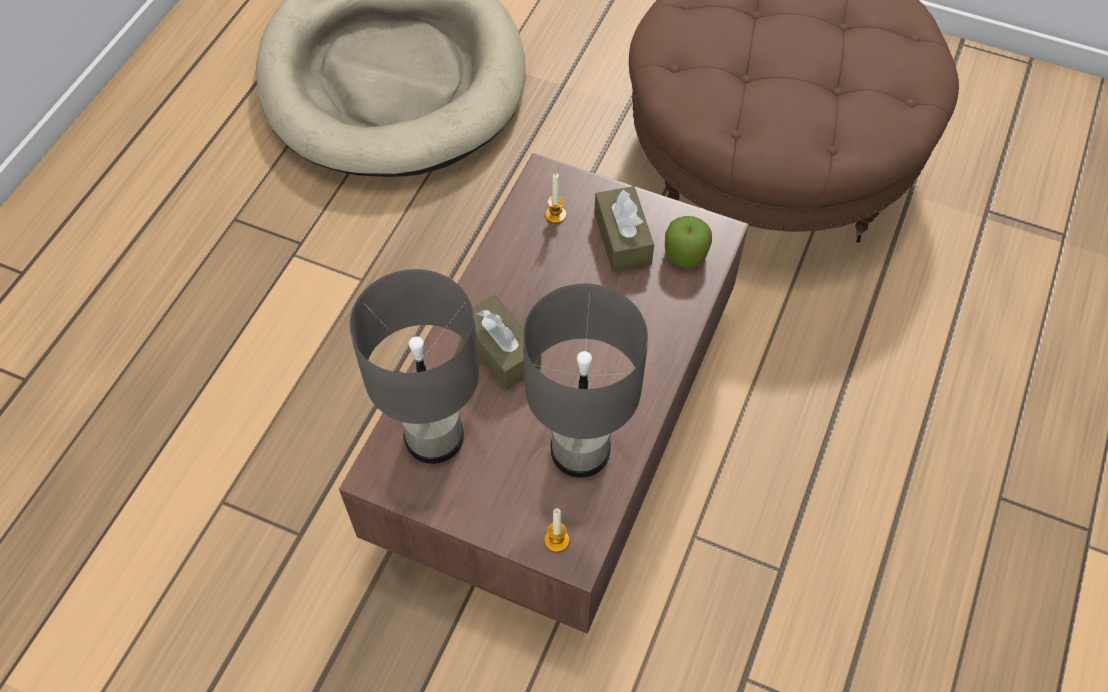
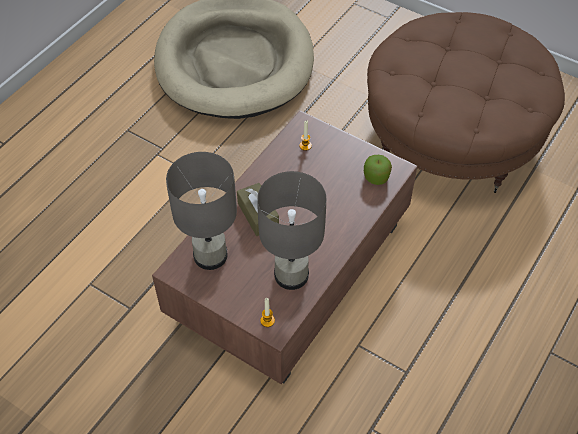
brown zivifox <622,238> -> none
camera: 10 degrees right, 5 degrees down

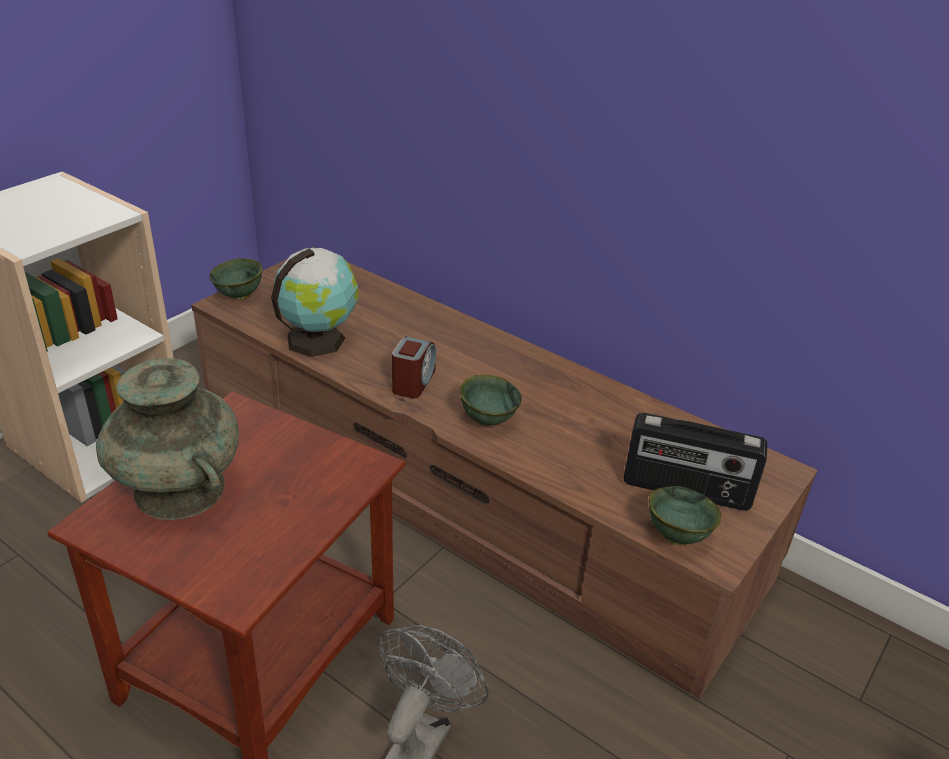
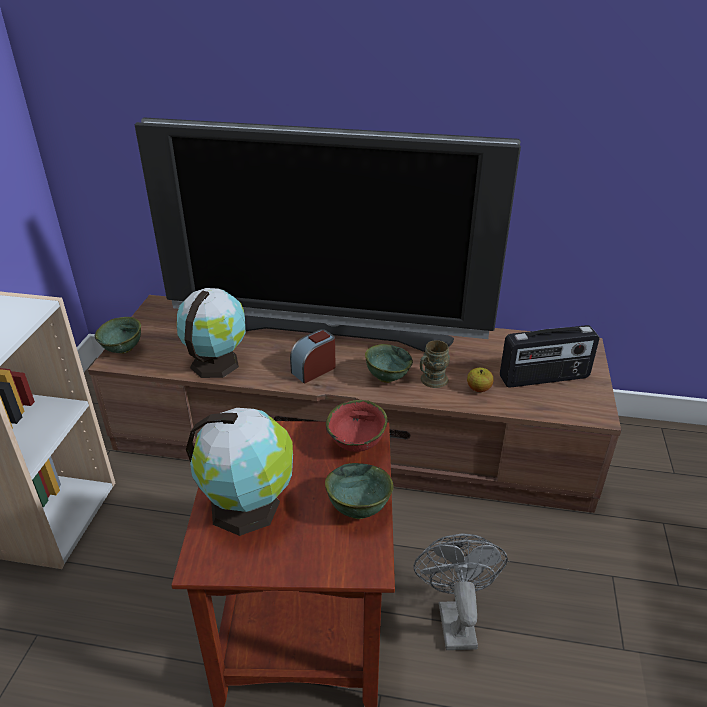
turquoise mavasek <180,489> -> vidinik <248,507>
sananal <413,382> -> sananal <314,369>, 120 degrees counterclockwise
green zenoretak <675,535> -> green zenoretak <357,509>, shifted
none -> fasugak <332,333>
none -> red zenoretak <358,445>
none -> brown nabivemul <430,381>
none -> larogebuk <478,389>
camera: 25 degrees left, 0 degrees up

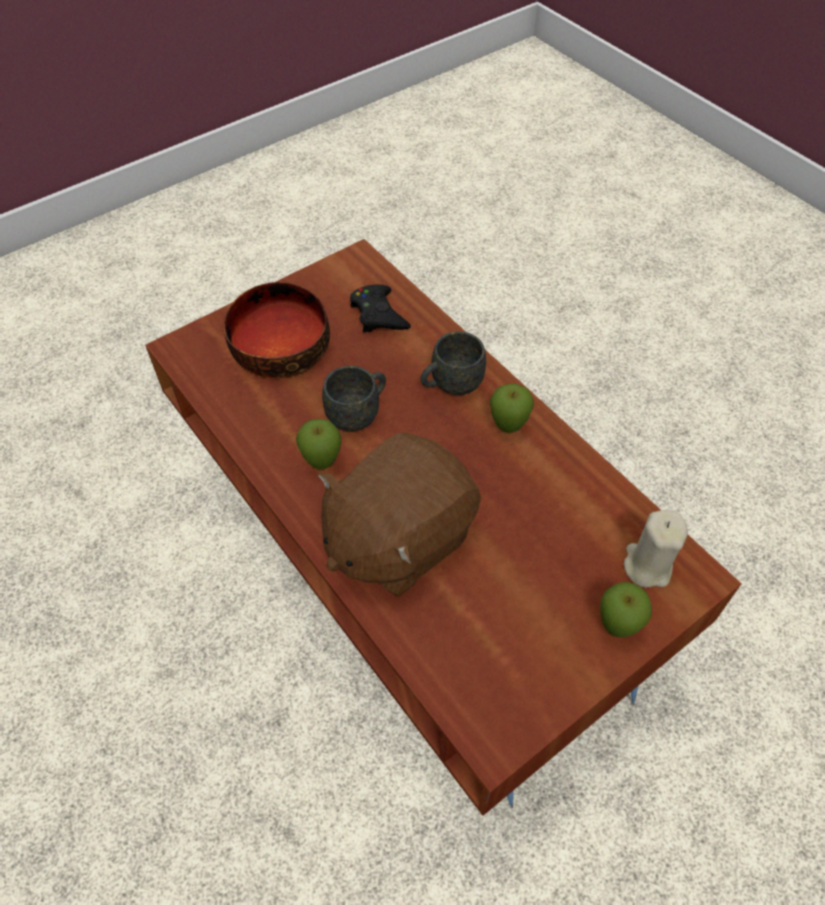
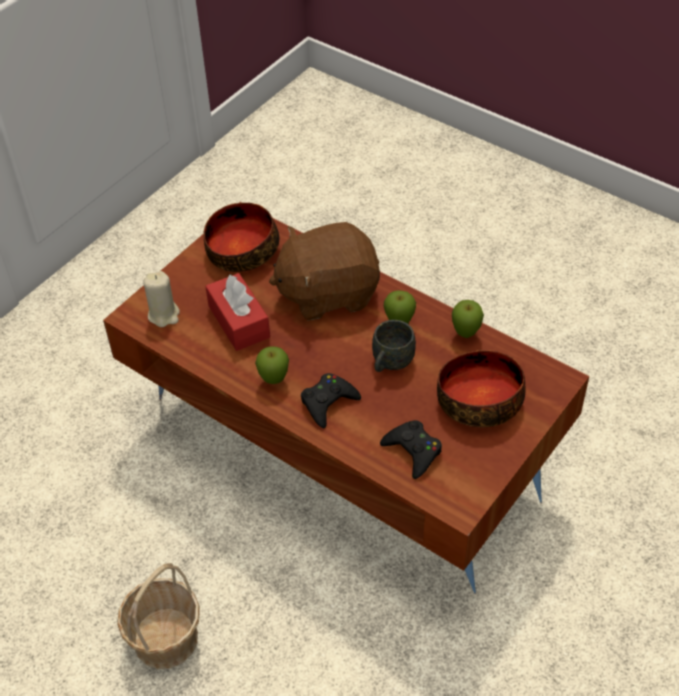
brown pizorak <398,538> -> brown pizorak <328,293>, 135 degrees counterclockwise
grey nabivemul <450,385> -> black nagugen <328,403>
larogebuk <616,626> -> larogebuk <465,334>, shifted
none -> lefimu <165,639>
none -> zenoretak <242,249>
none -> red zivifox <239,321>
camera: 165 degrees right, 5 degrees down

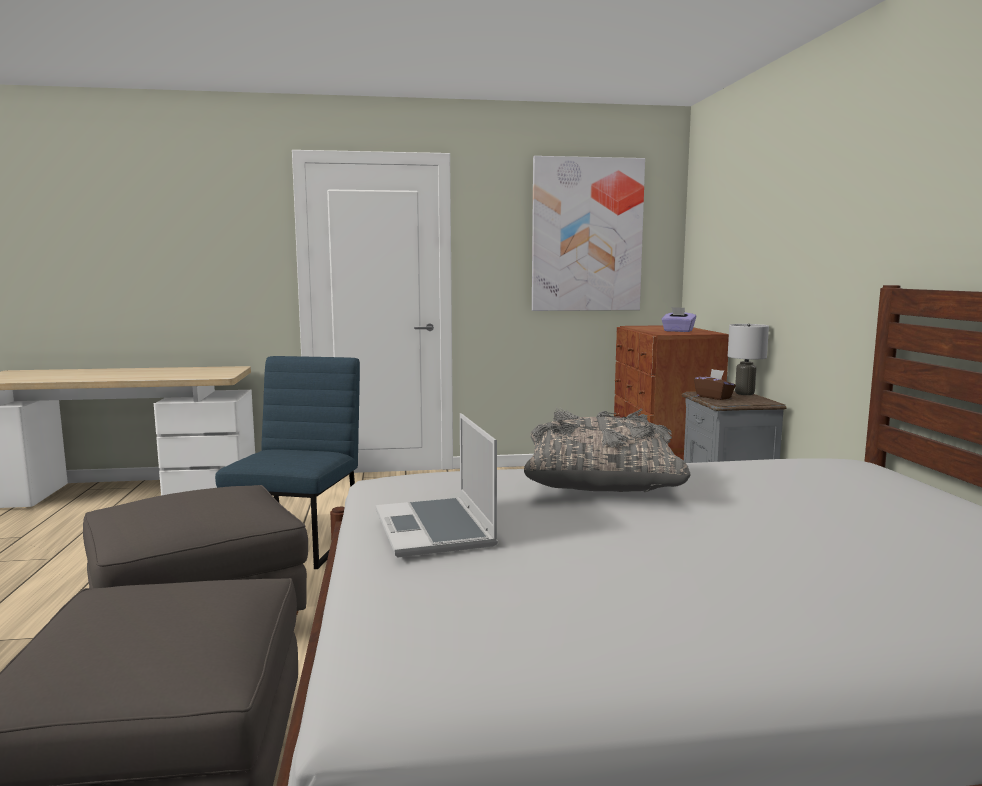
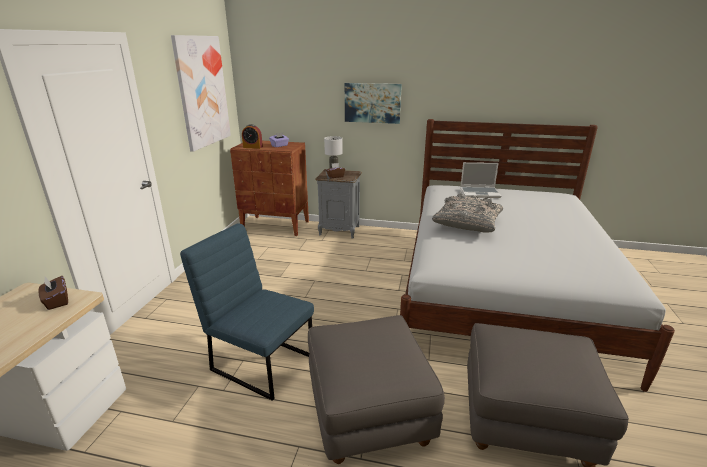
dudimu <436,530> -> dudimu <480,193>, shifted
none -> brown zivifox <57,301>
none -> sananal <253,147>
none -> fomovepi <372,103>
camera: 70 degrees left, 15 degrees up

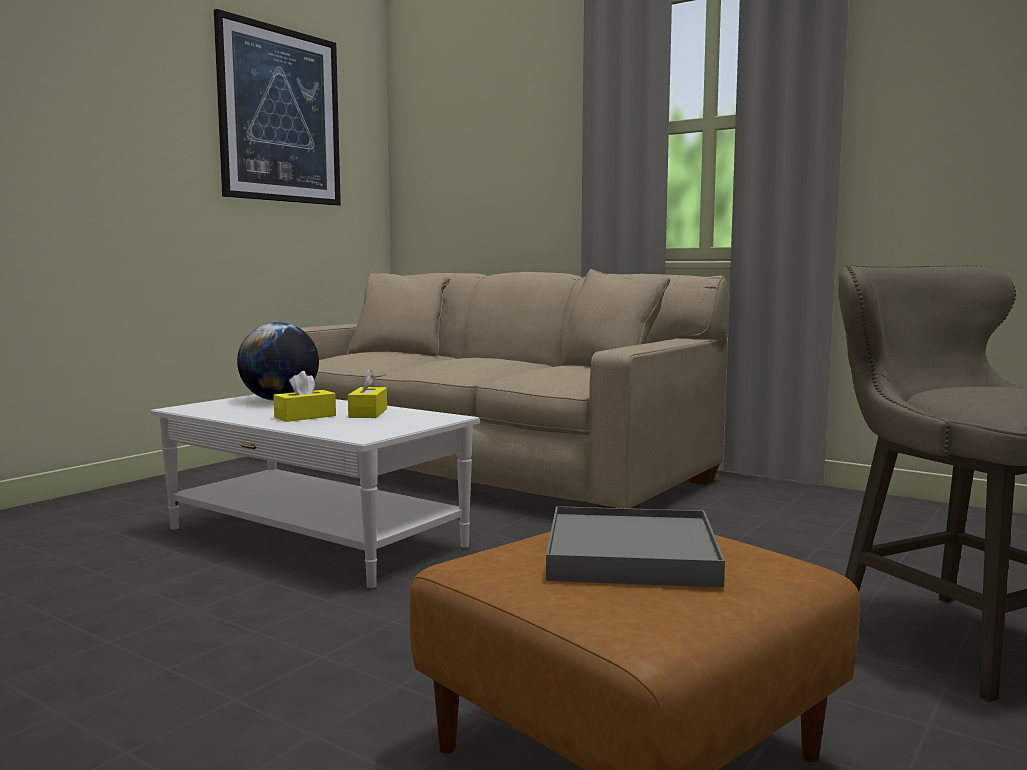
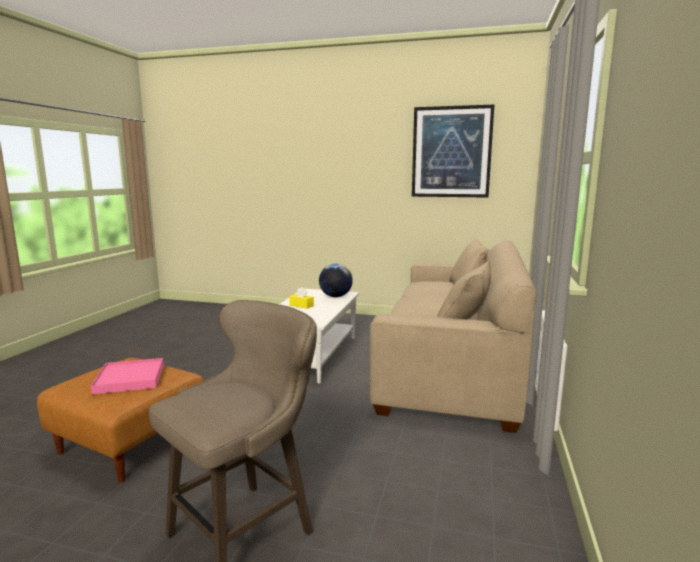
yellow zivifox <368,413> -> none
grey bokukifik <631,555> -> pink bokukifik <130,379>
camera: 70 degrees right, 5 degrees up

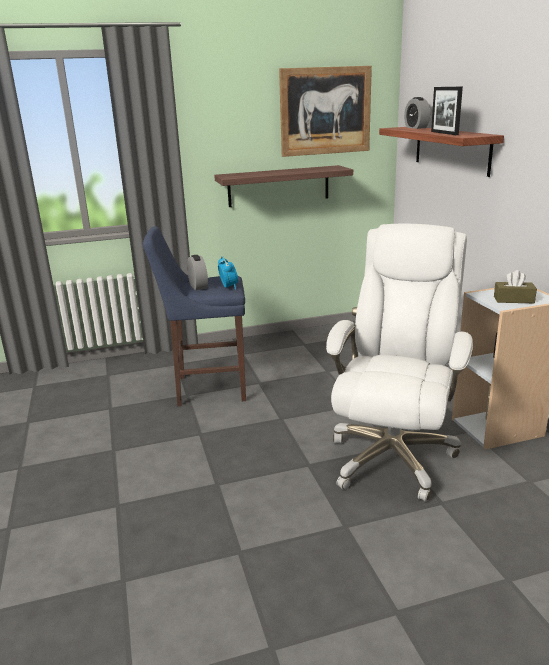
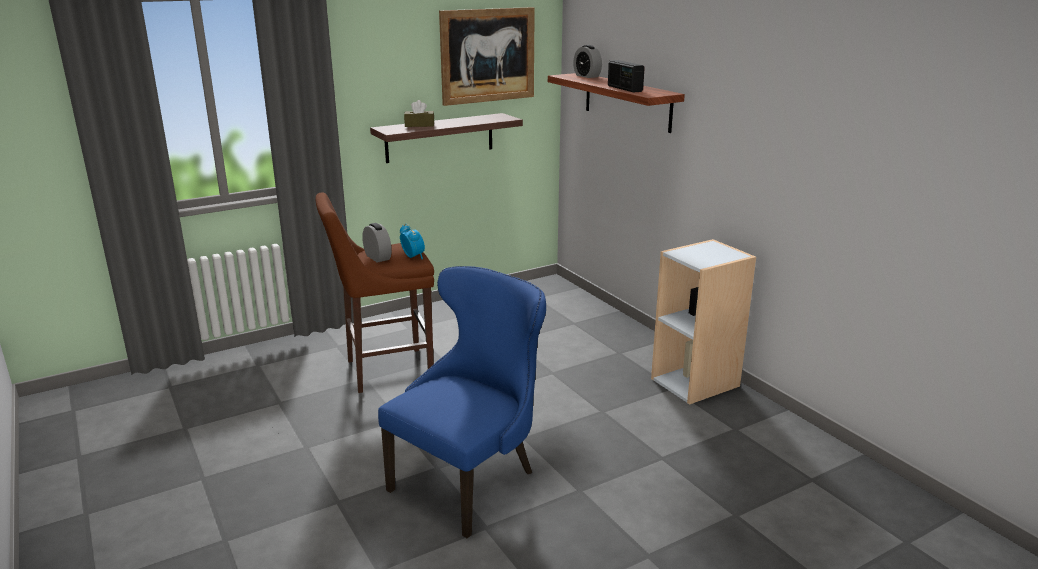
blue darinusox <207,388> -> brown darinusox <384,370>
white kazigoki <394,456> -> none
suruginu <444,133> -> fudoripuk <624,88>
brown zivifox <513,299> -> brown zivifox <419,125>, shifted
none -> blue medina <470,481>
camera: 15 degrees left, 0 degrees up

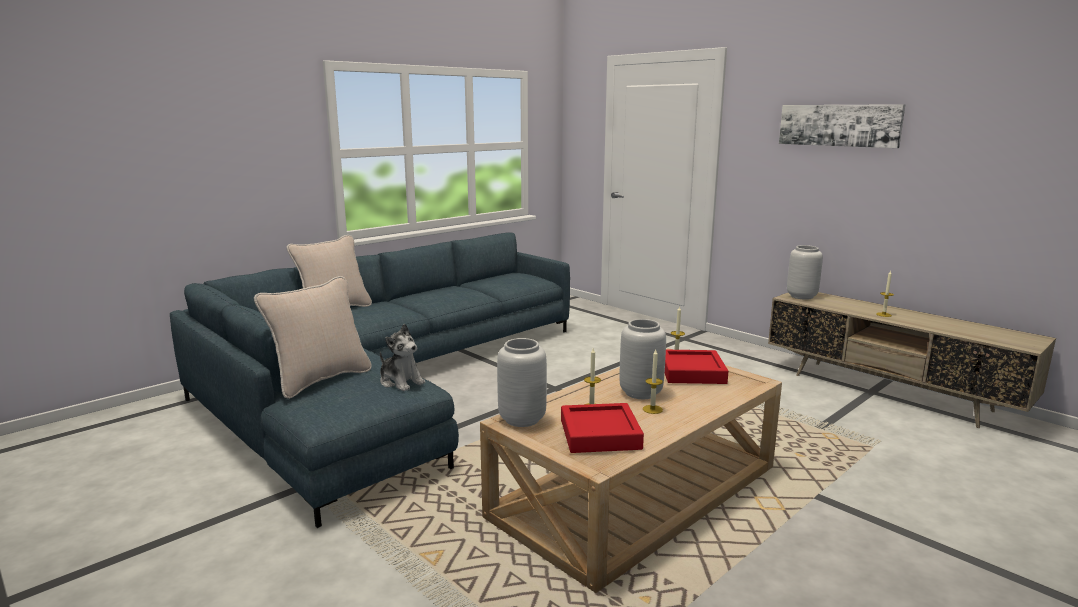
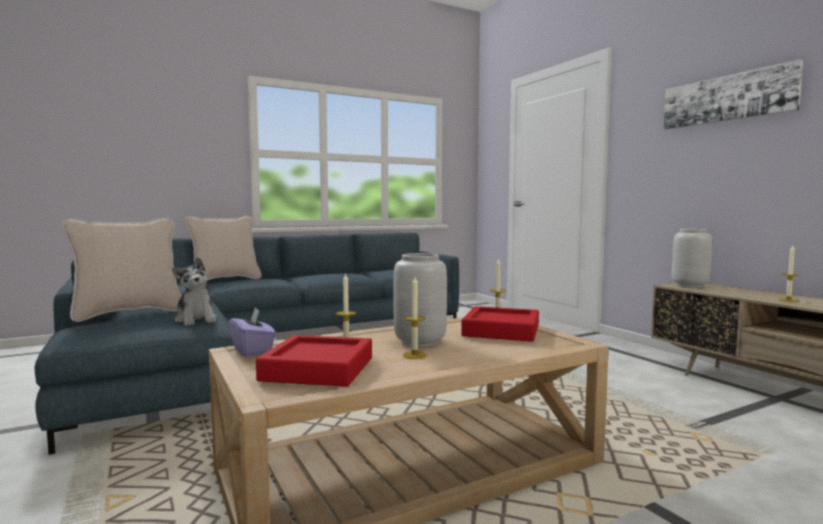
grey mavasek <521,419> -> purple zivifox <253,350>
camera: 15 degrees right, 10 degrees down

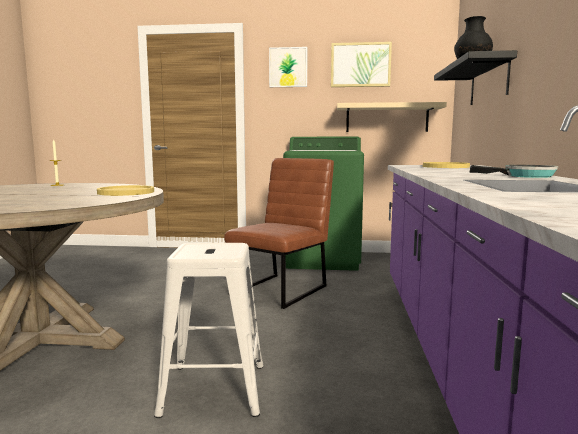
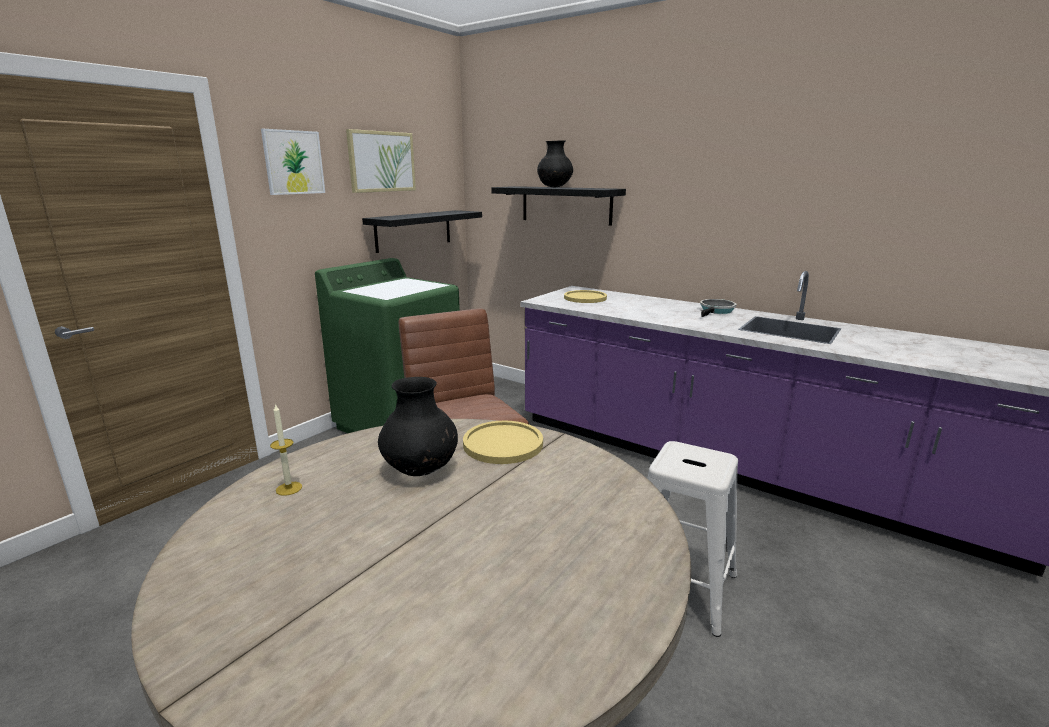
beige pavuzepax <387,118> -> black pavuzepax <413,230>
none -> black mavasek <421,471>
camera: 60 degrees left, 10 degrees up

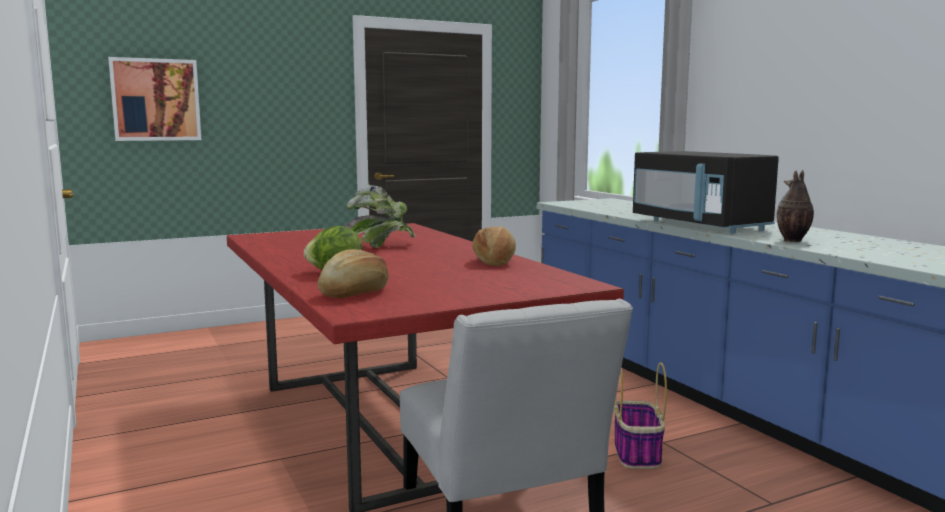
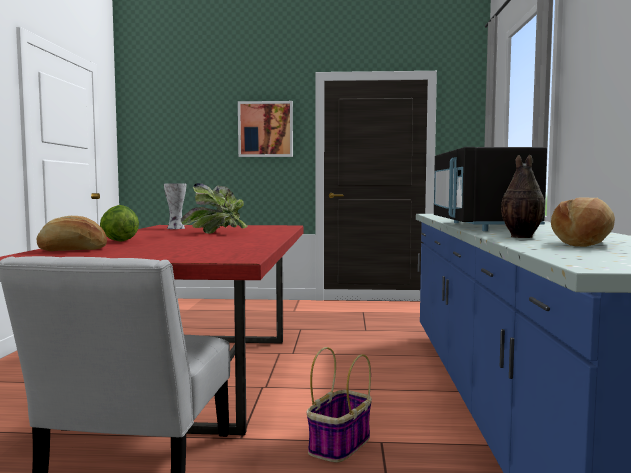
fomovepi <156,100> -> fomovepi <265,129>, shifted
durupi <495,261> -> durupi <583,244>, shifted
none -> mavasek <175,228>
camera: 30 degrees right, 5 degrees down

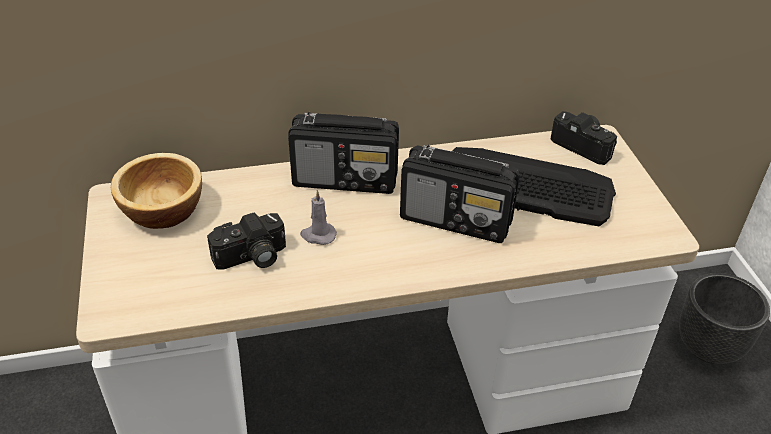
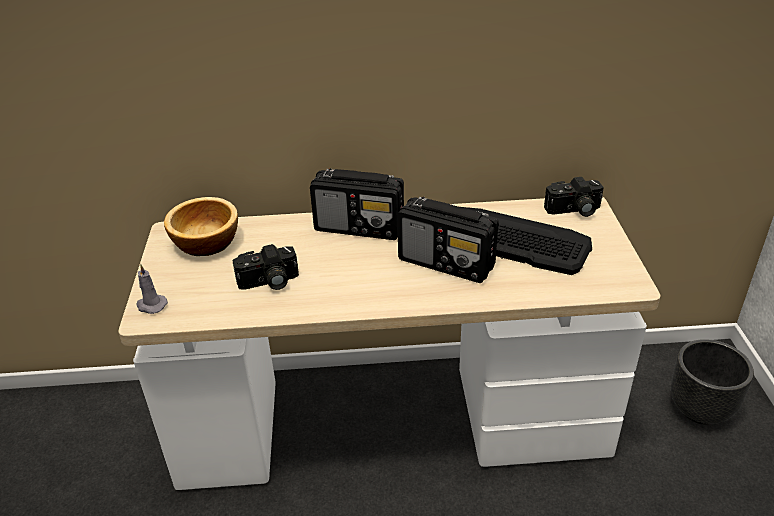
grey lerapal <318,235> -> grey lerapal <151,305>, shifted
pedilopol <584,145> -> pedilopol <574,210>, 120 degrees clockwise
camera: 10 degrees right, 5 degrees down

